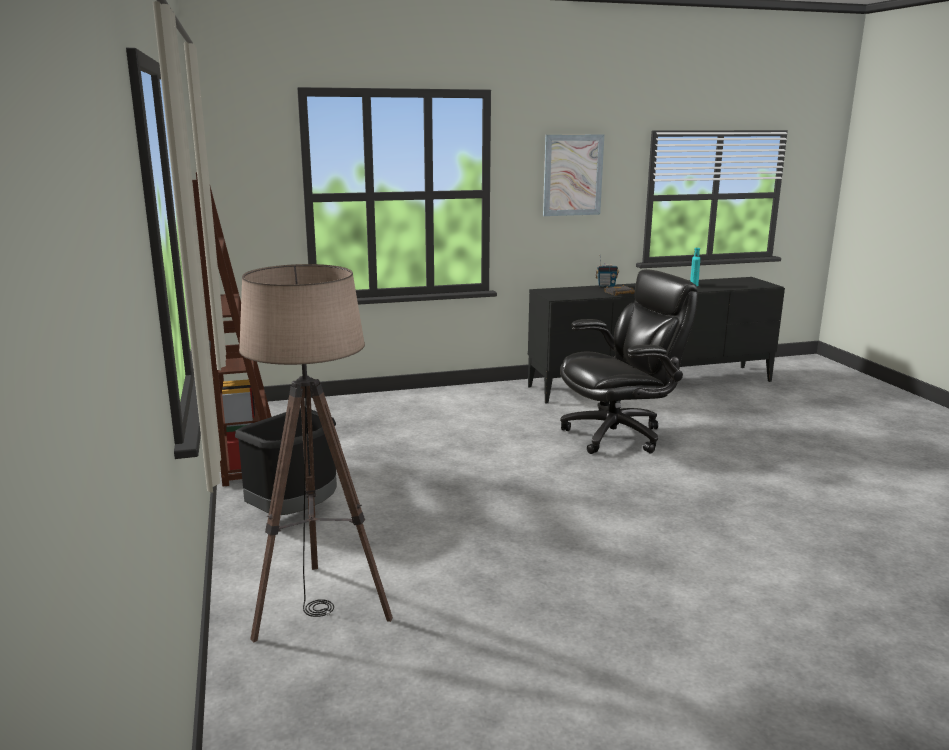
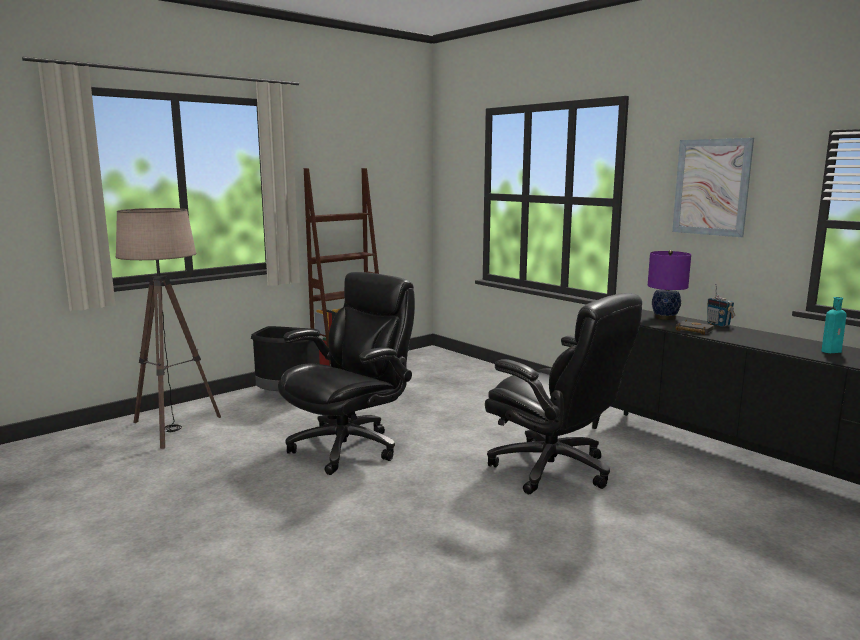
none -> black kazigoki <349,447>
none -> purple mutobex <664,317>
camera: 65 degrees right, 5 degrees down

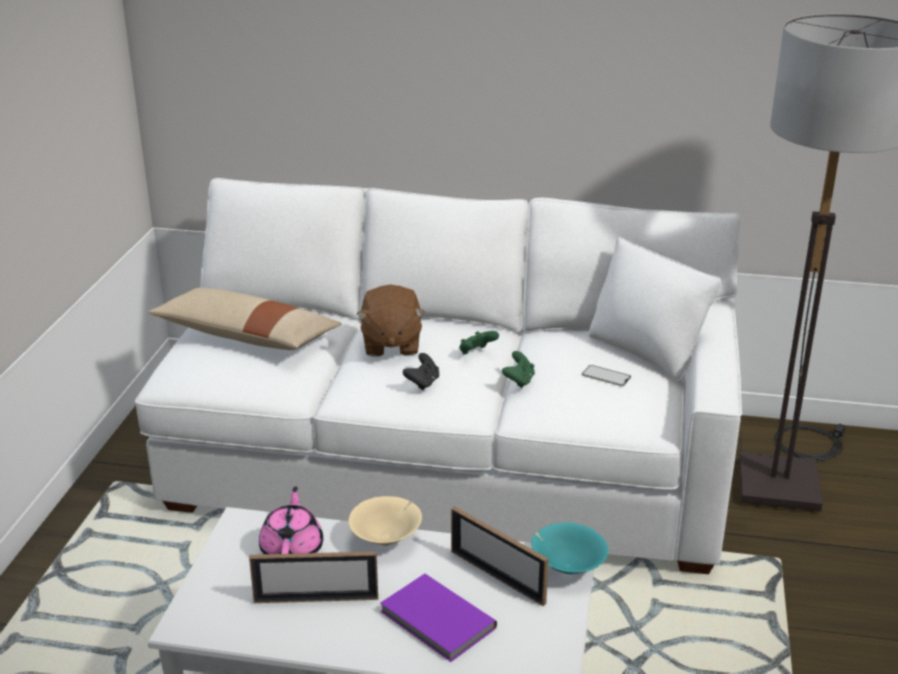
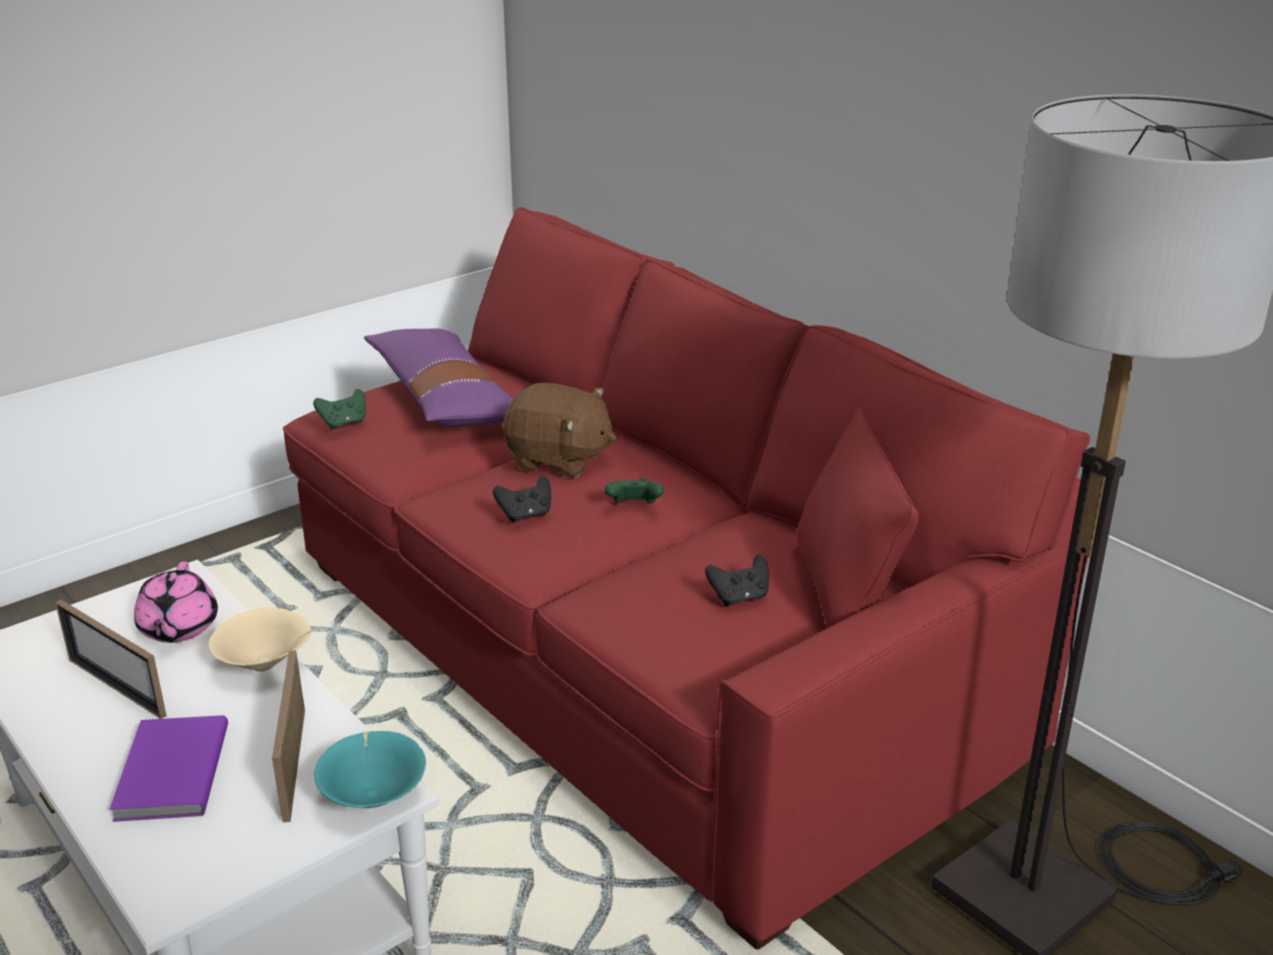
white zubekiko <449,464> -> red zubekiko <638,653>
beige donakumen <246,336> -> purple donakumen <445,399>
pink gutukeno <292,549> -> pink gutukeno <178,628>, 135 degrees clockwise
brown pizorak <390,344> -> brown pizorak <559,460>, 105 degrees counterclockwise
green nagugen <519,381> -> green nagugen <344,423>, shifted
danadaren <606,376> -> black nagugen <739,597>
camera: 40 degrees right, 0 degrees up

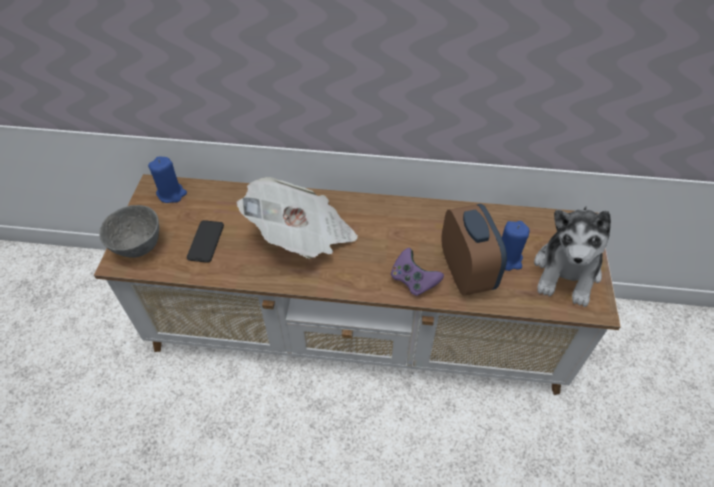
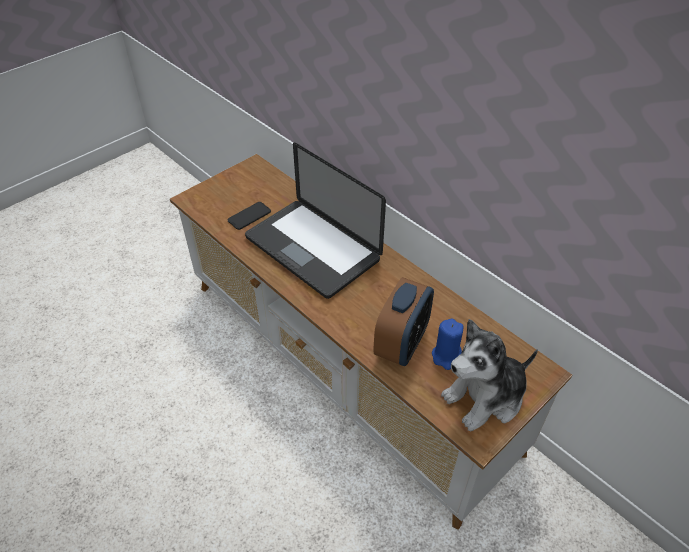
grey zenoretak <140,248> -> none
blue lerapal <171,194> -> none
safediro <302,236> -> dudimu <312,249>
purple nagugen <413,280> -> none
camera: 40 degrees right, 5 degrees down

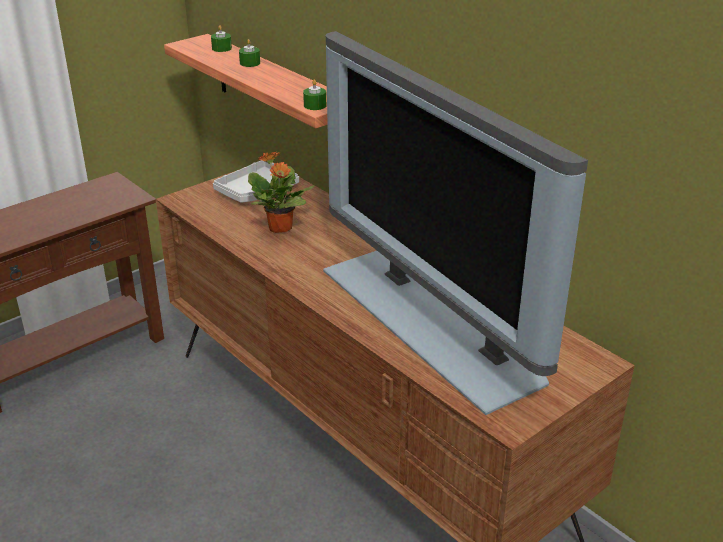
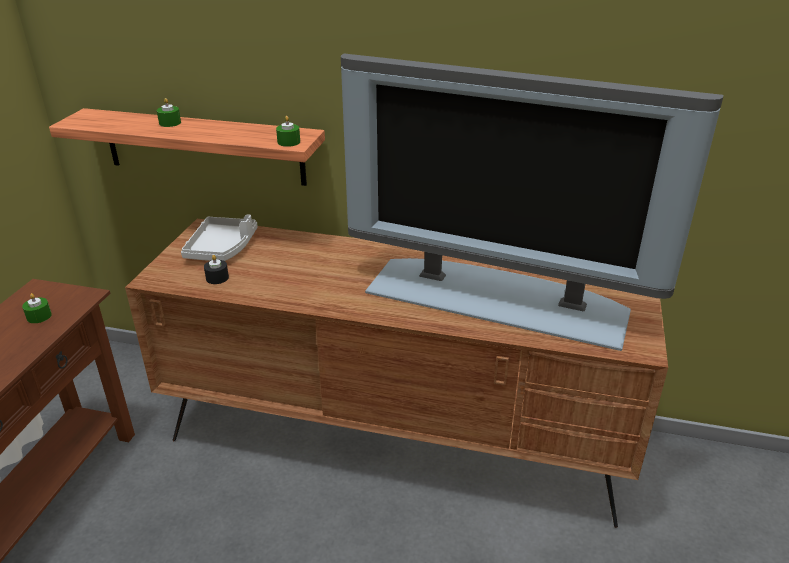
green lerapal <221,48> -> green lerapal <39,316>, shifted
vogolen <280,228> -> none
none -> black lerapal <217,278>
camera: 35 degrees left, 0 degrees up

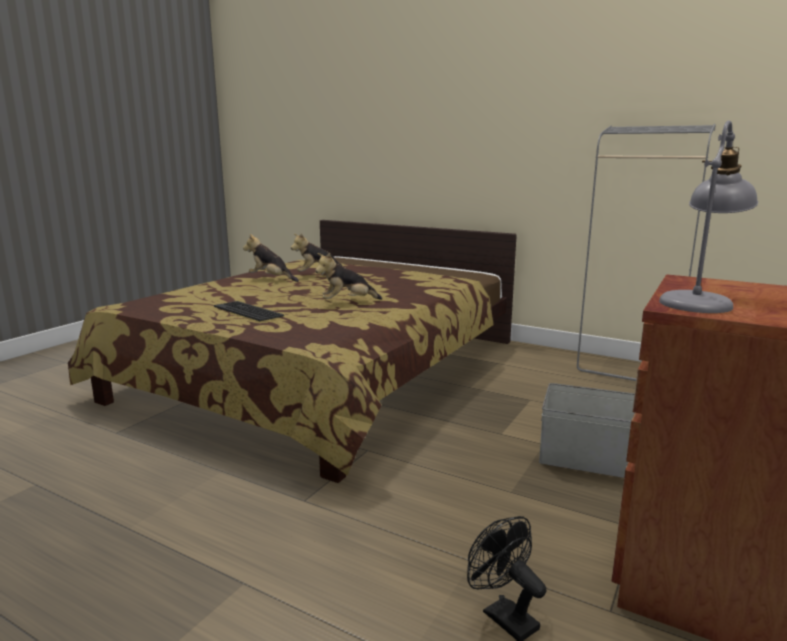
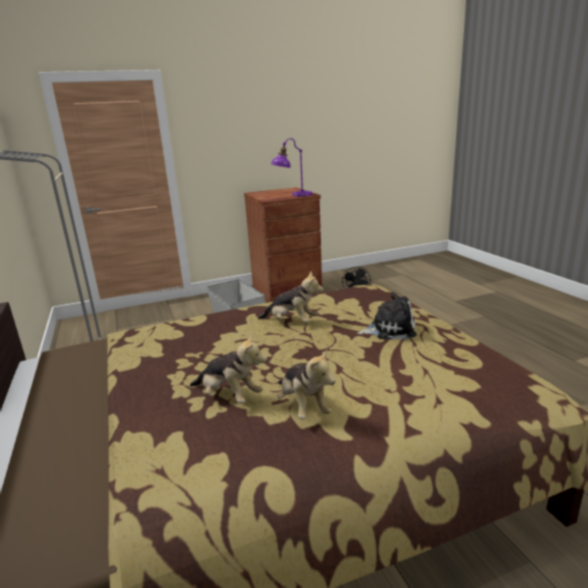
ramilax <248,311> -> pizorak <389,329>
grey mutobex <700,298> -> purple mutobex <293,195>
camera: 140 degrees left, 5 degrees up

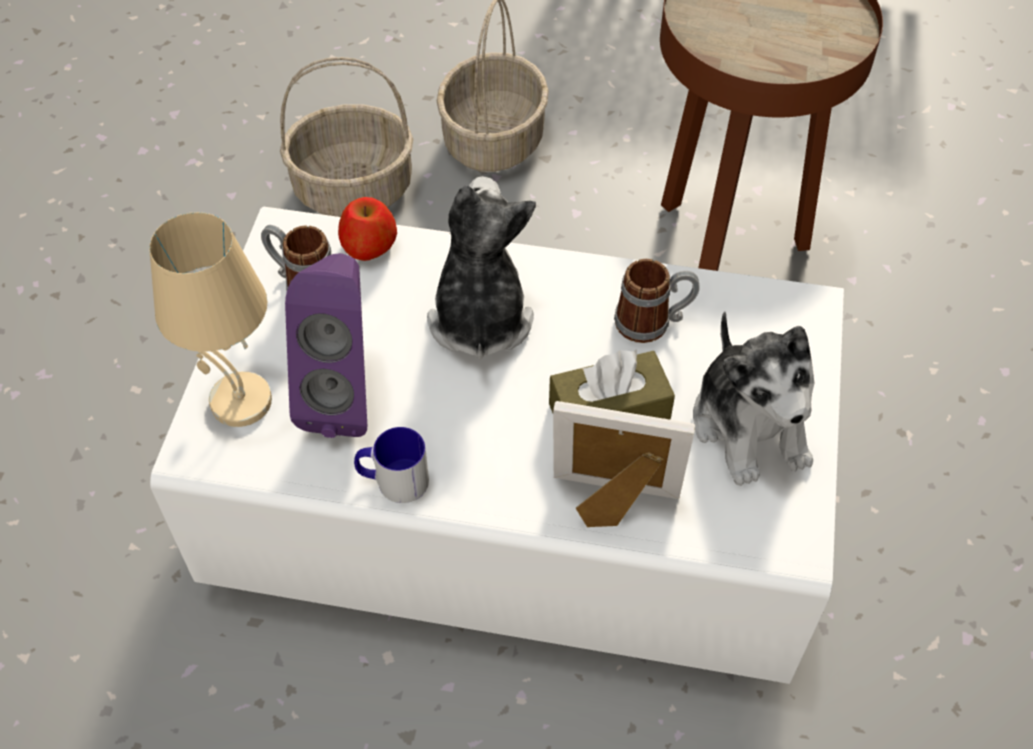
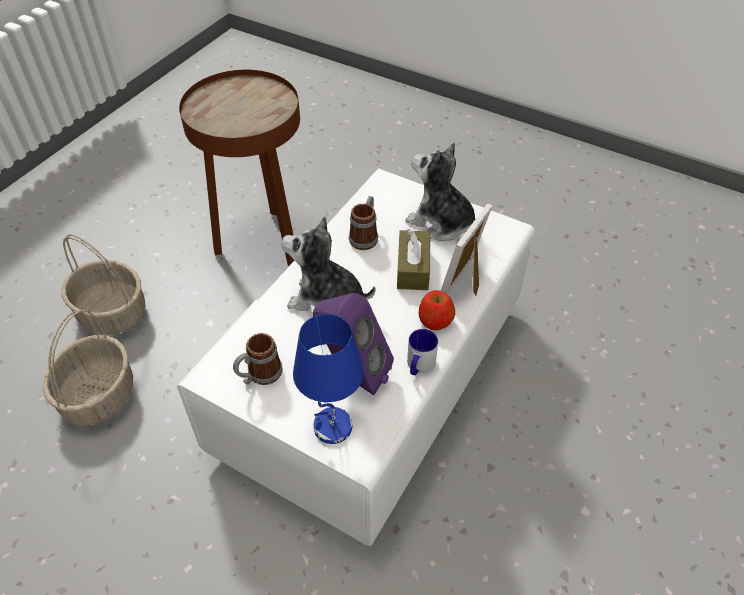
beige mutobex <239,402> -> blue mutobex <332,428>
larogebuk <369,246> -> larogebuk <435,320>, shifted
pizorak <750,425> -> pizorak <441,222>, 150 degrees counterclockwise
camera: 70 degrees left, 5 degrees down

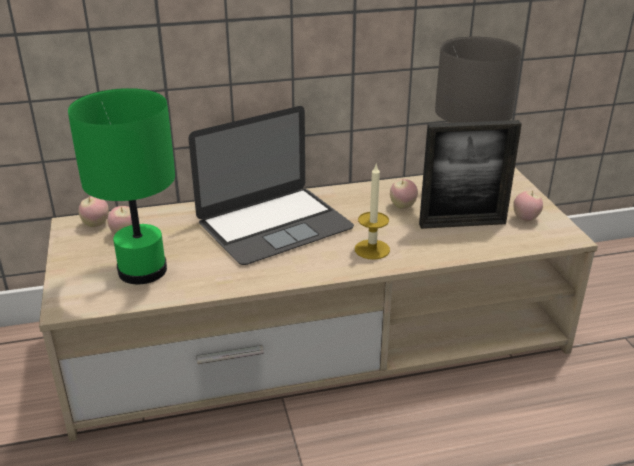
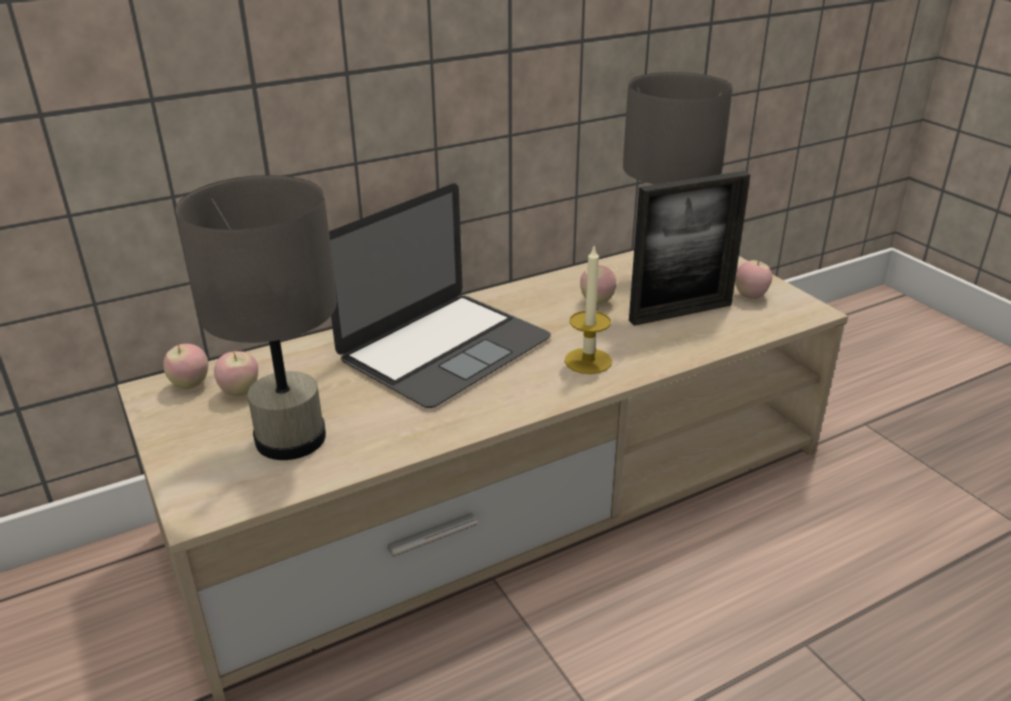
green mutobex <143,270> -> grey mutobex <292,438>
camera: 15 degrees left, 0 degrees up

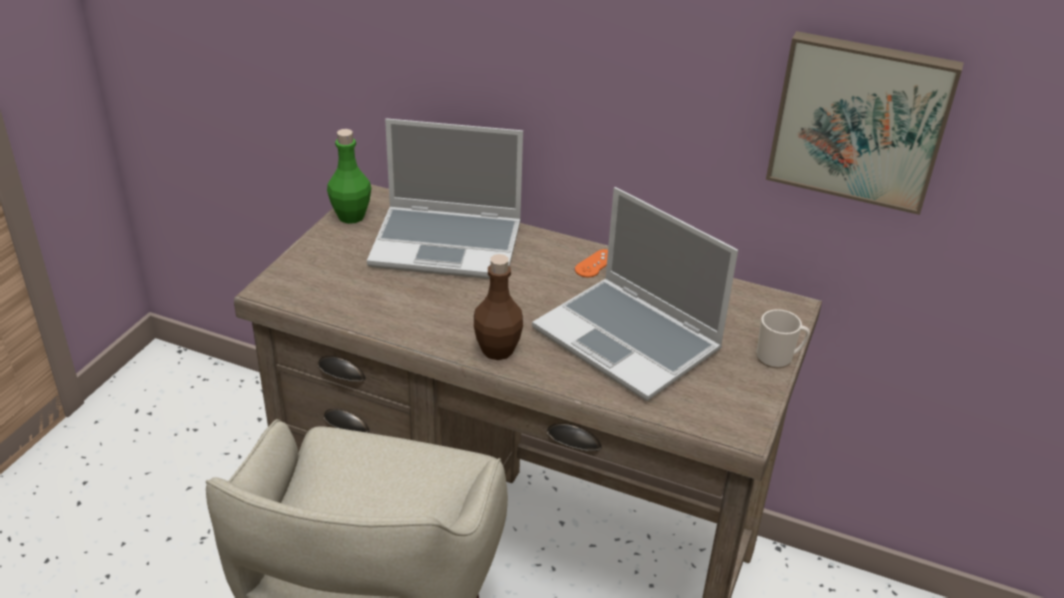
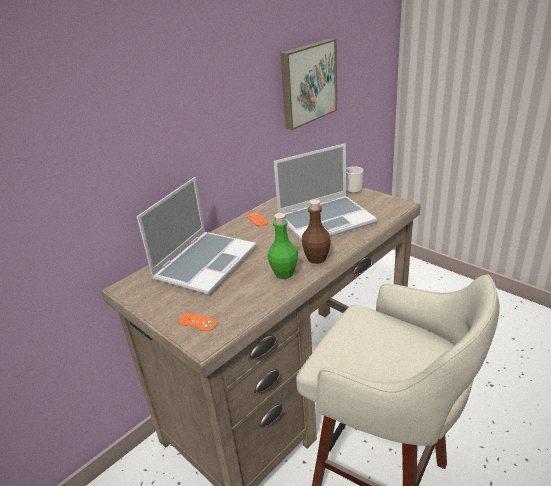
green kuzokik <351,216> -> green kuzokik <284,273>, shifted
none -> orange nagugen <197,322>
camera: 65 degrees left, 5 degrees down

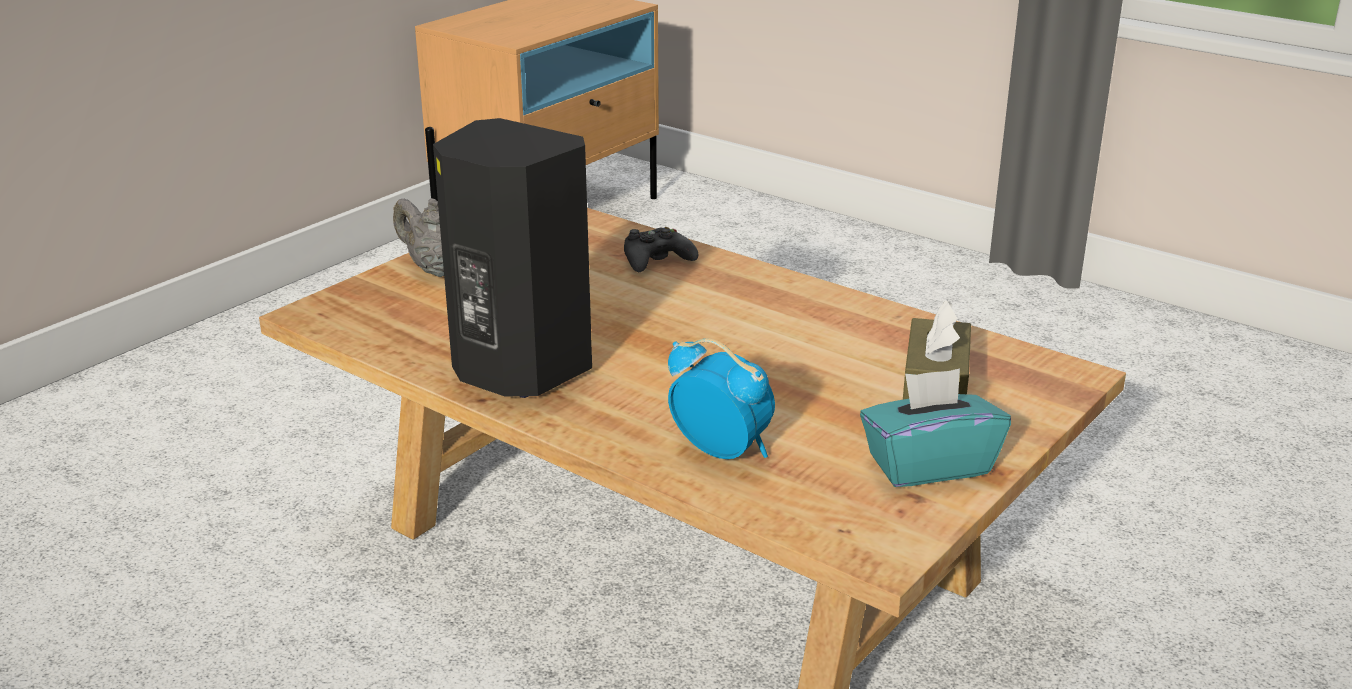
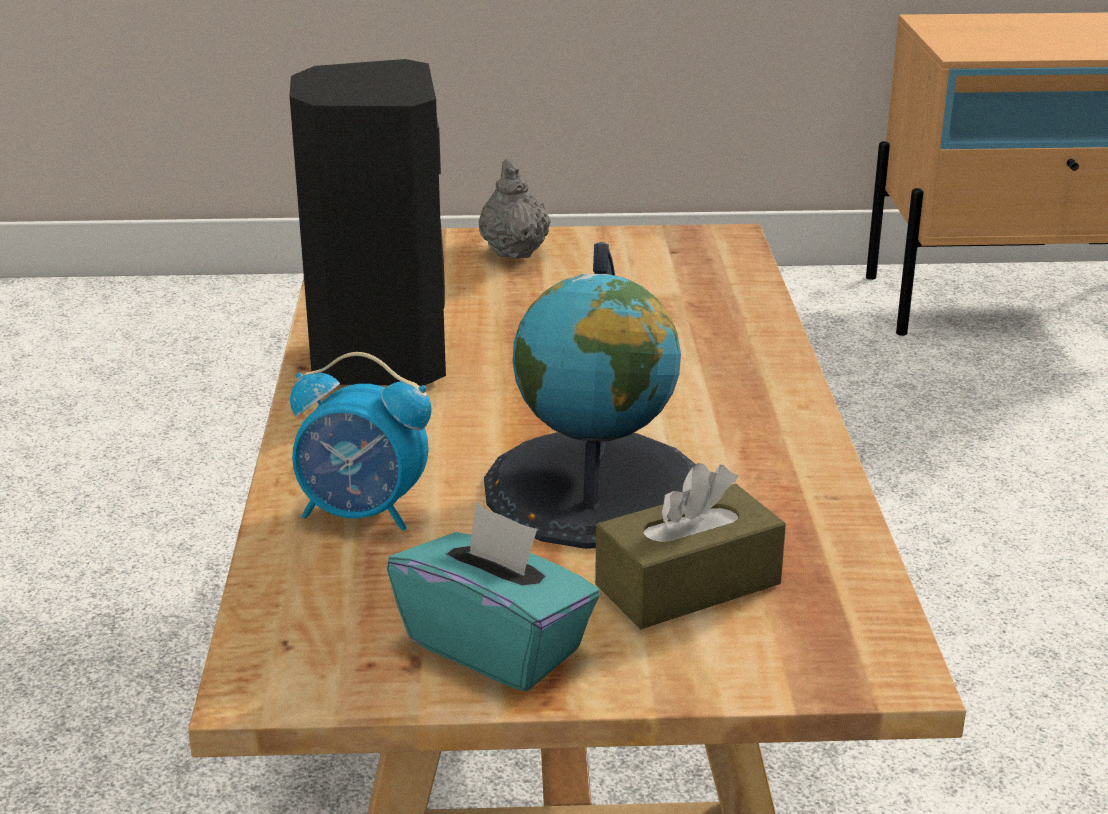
black nagugen <656,260> -> none
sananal <721,450> -> sananal <363,513>, 105 degrees clockwise
none -> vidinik <595,488>
camera: 50 degrees right, 0 degrees up

